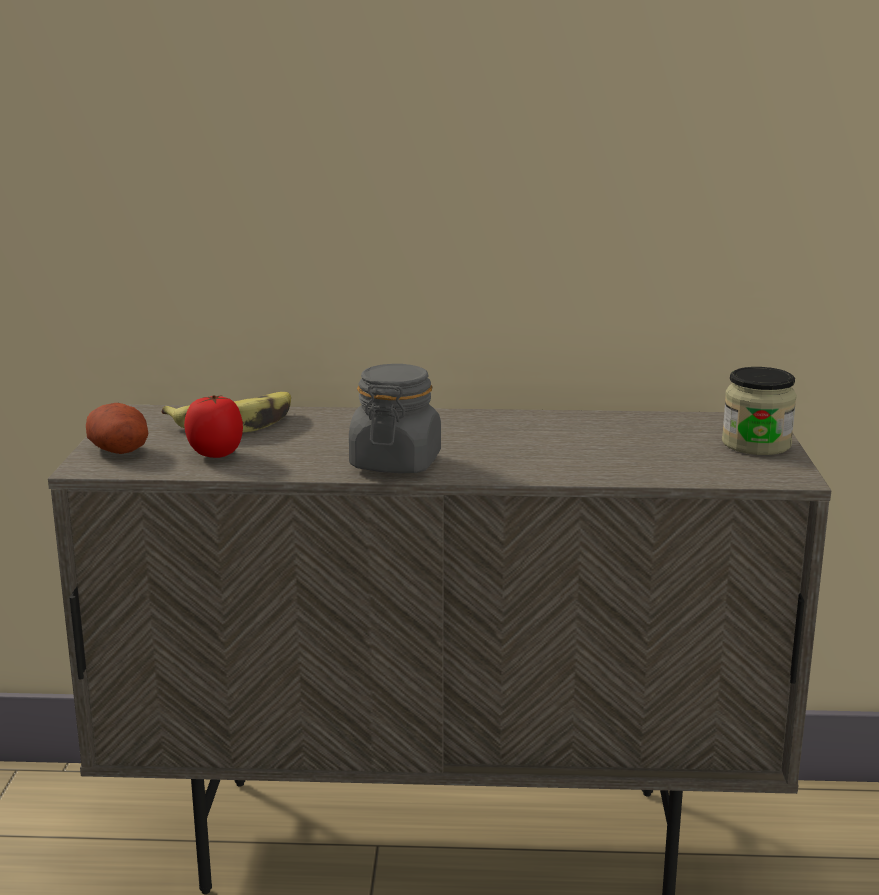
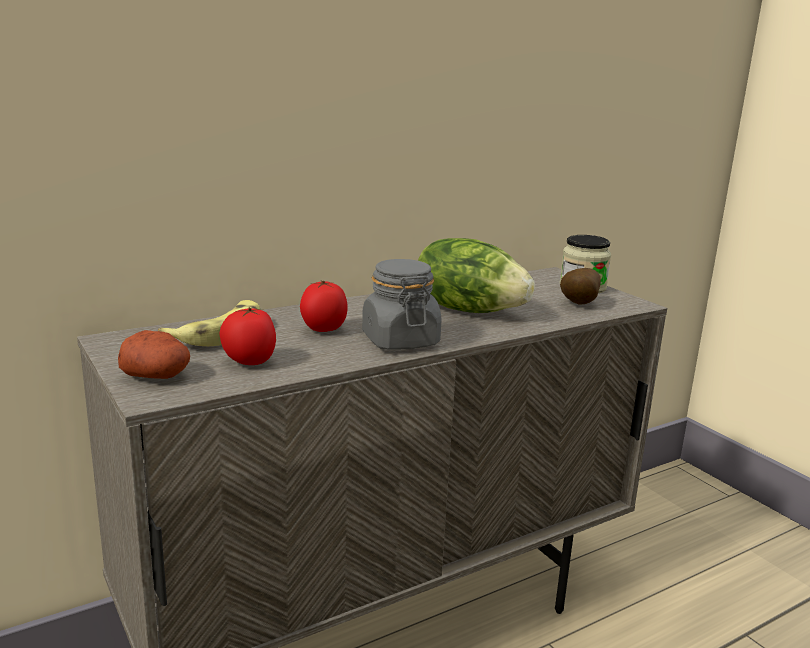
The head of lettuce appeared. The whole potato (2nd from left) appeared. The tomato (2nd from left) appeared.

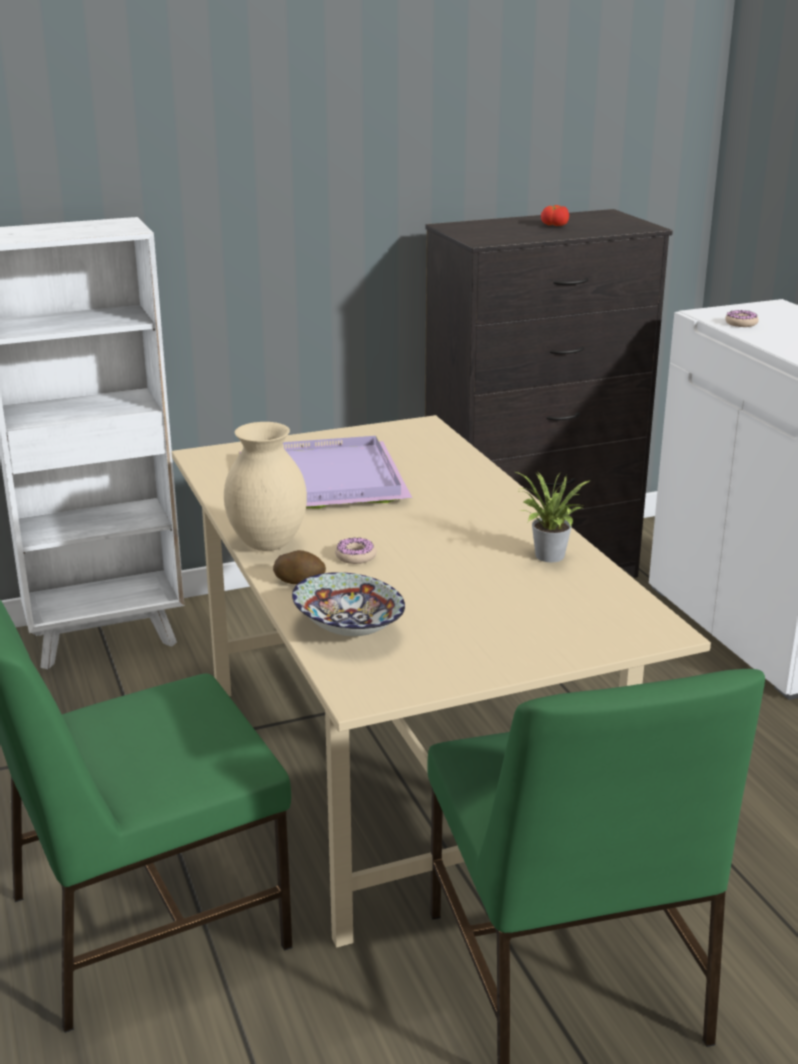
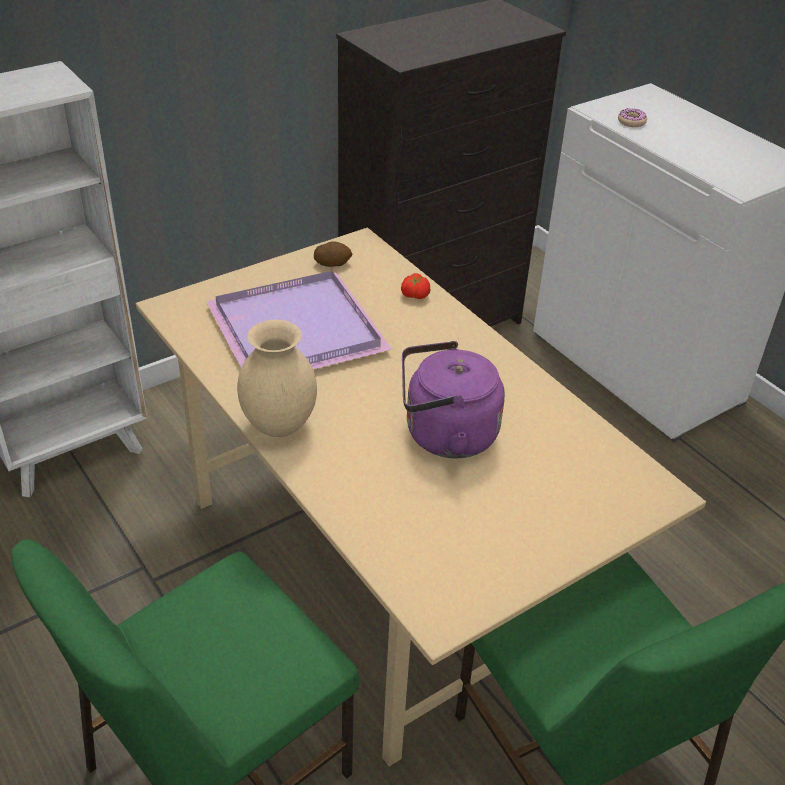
The tomato moved. The houseplant disappeared. The donut (1st from left) disappeared. The whole potato moved. The bowl disappeared. The kettle (purplish) appeared.

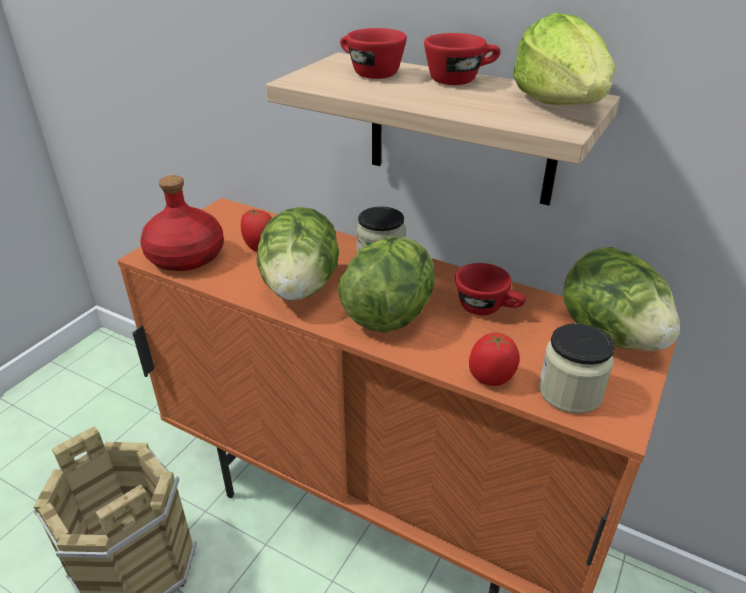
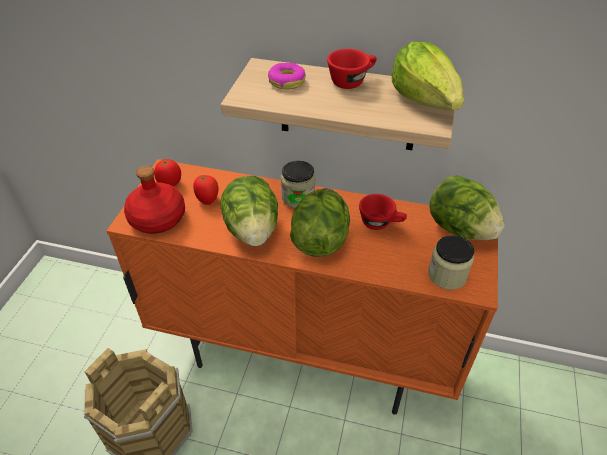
The cup (red) (1st from left) was replaced by the donut. The tomato (2nd from left in the first image) moved.

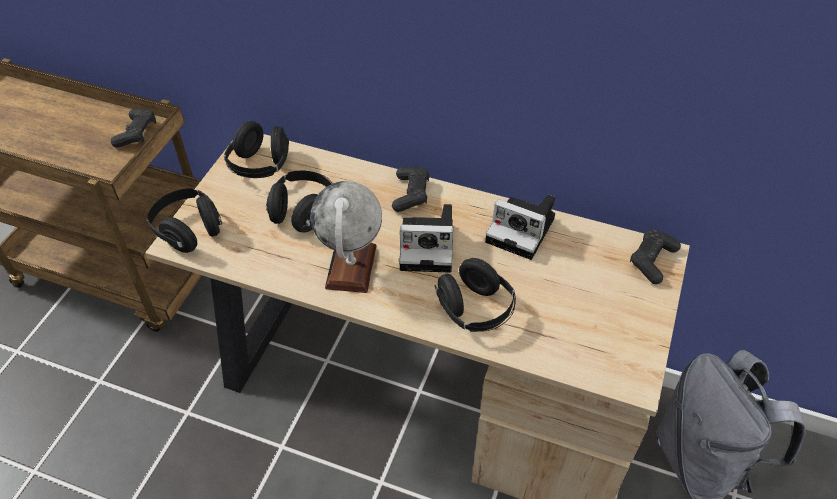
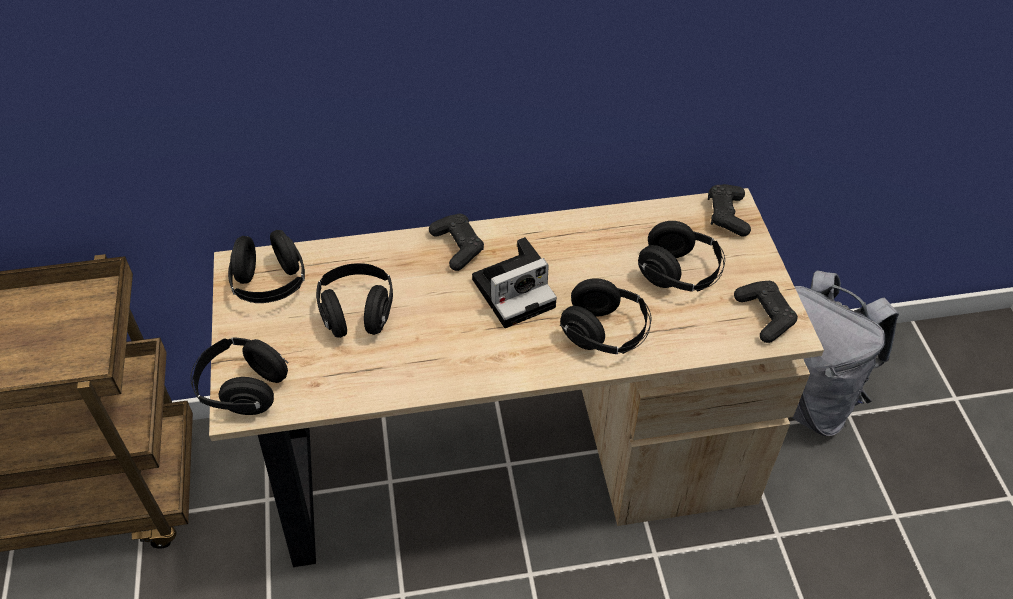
The gamepad (blackish) (1st from left in the first image) moved. The world globe disappeared. The still camera (2nd from left) disappeared. The pair of headphones (blackish) (5th from left) appeared.

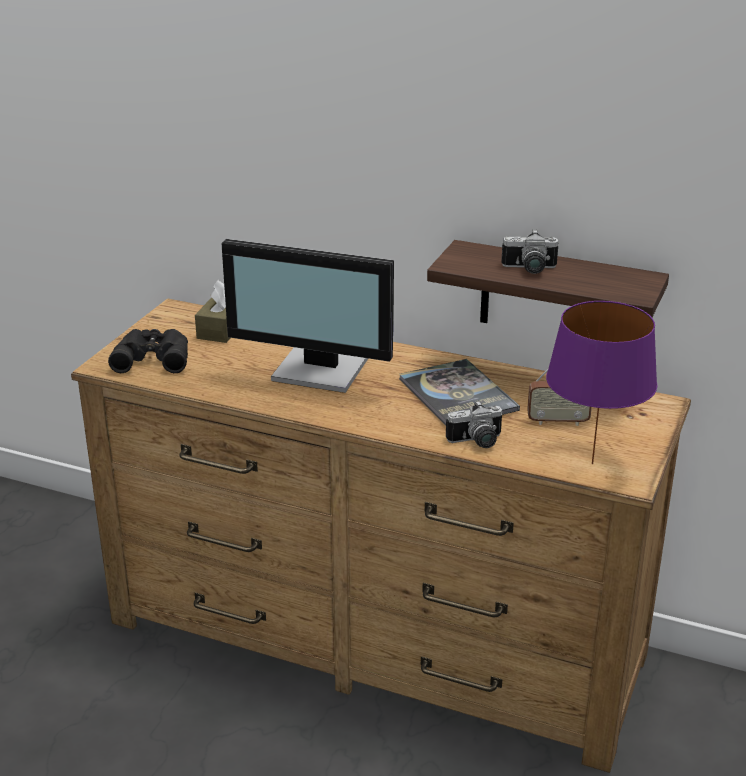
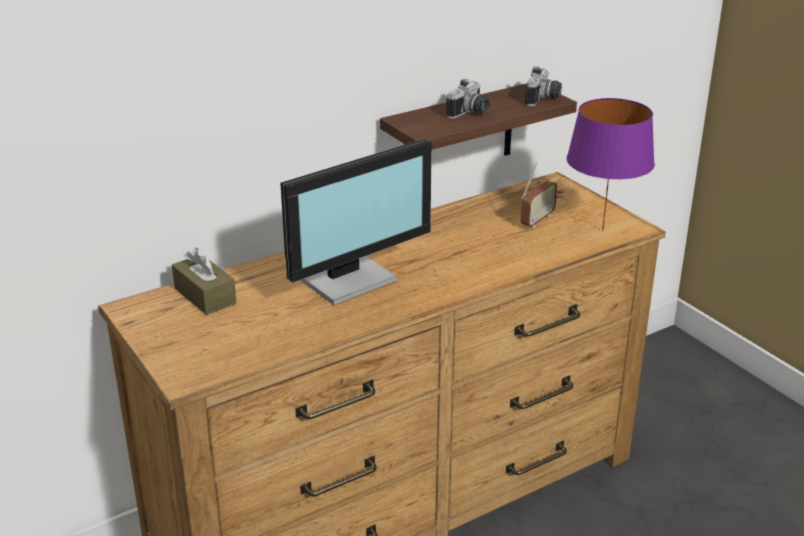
The binoculars (blackish) disappeared. The bound book disappeared. The still camera (1st from left in the first image) moved.

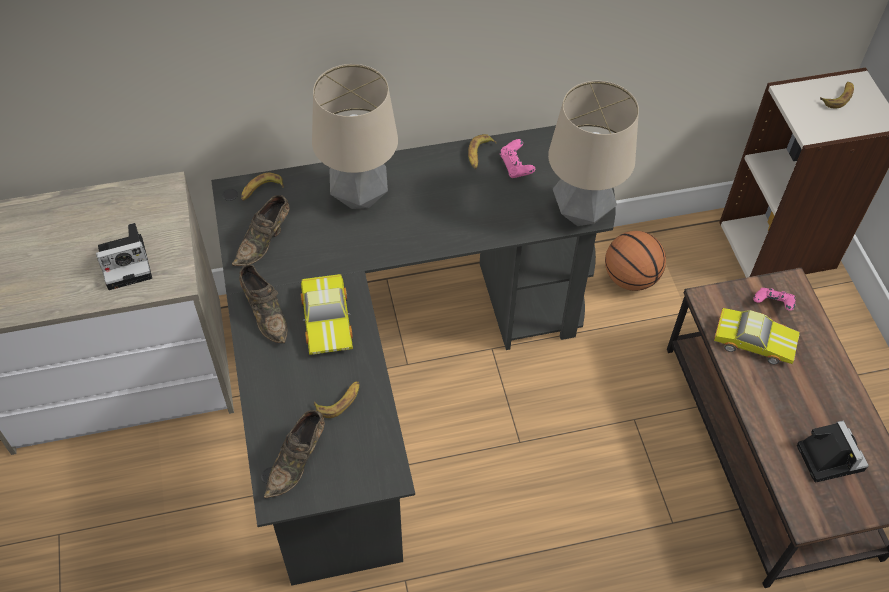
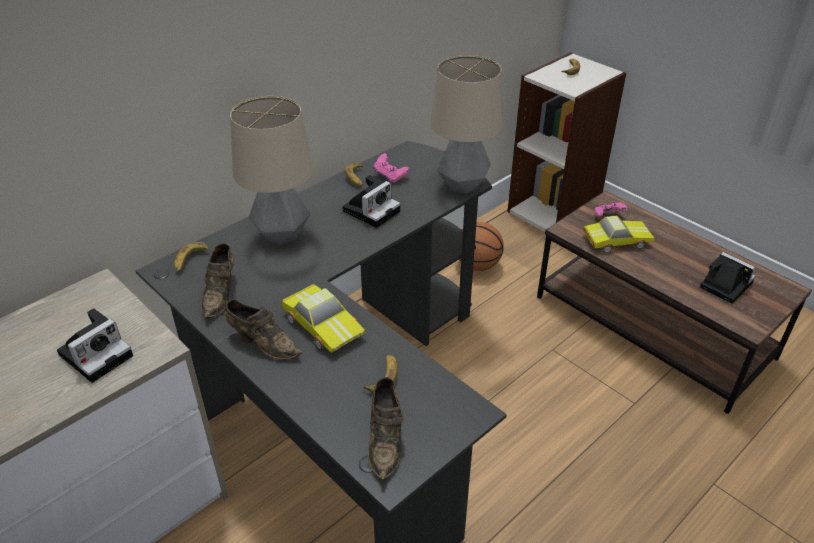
The still camera (2nd from left) appeared.

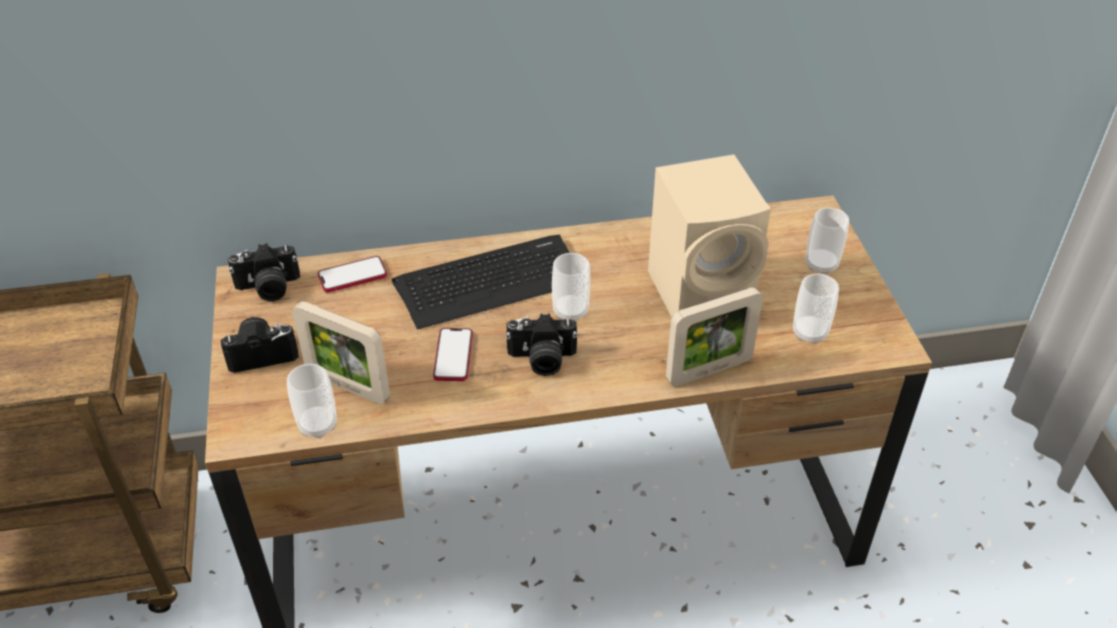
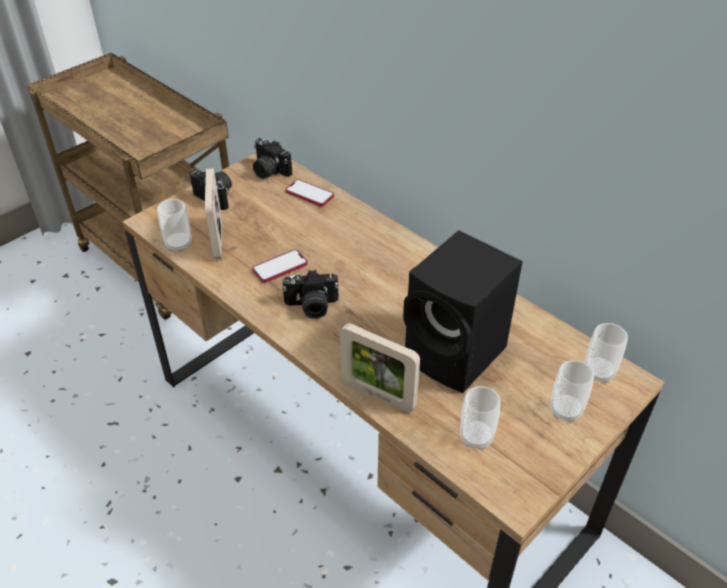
The speaker (beige) became the speaker (blackish). The computer keyboard disappeared. The cup (2nd from left in the first image) moved. The still camera (3rd from left) turned 60 degrees counterclockwise.

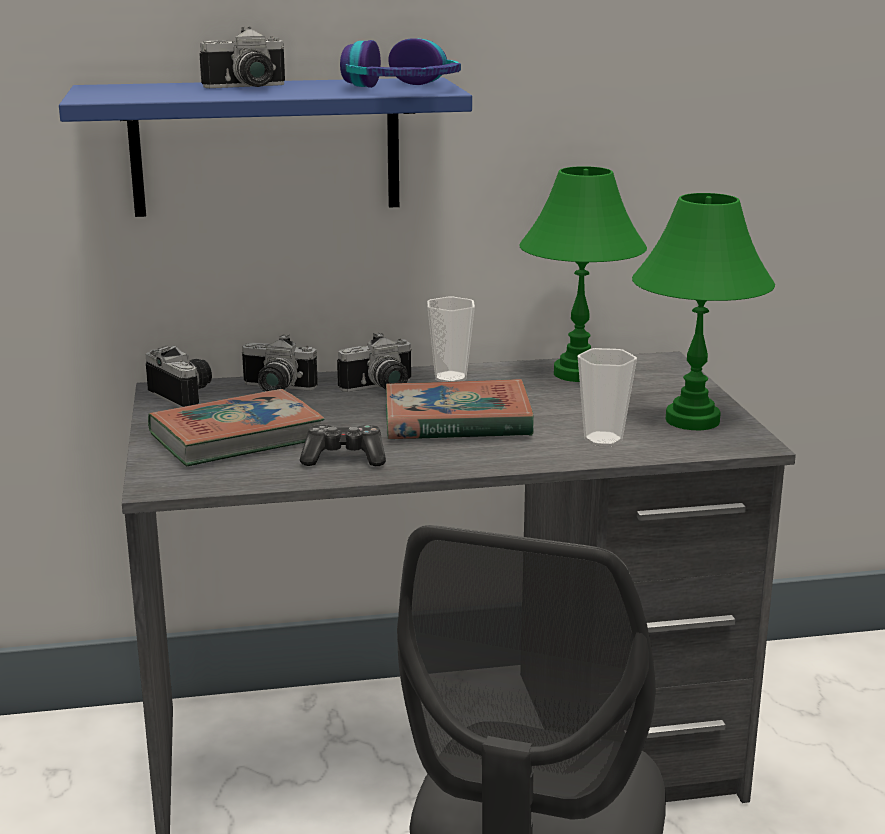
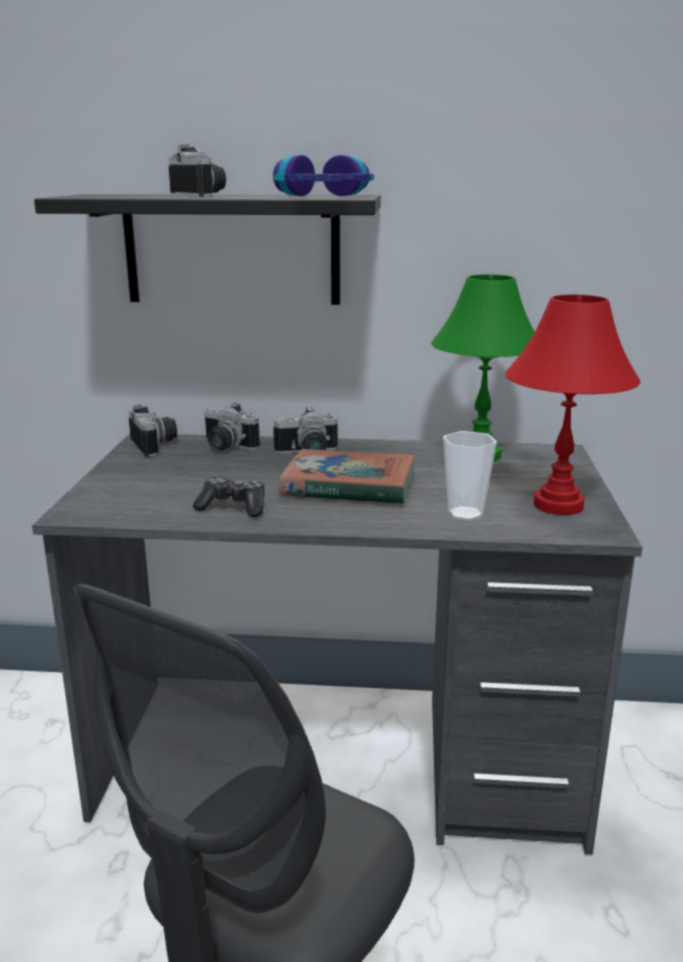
The still camera (2nd from left) turned 120 degrees counterclockwise. The bracket shelf (blue-coloured) became the bracket shelf (blackish). The table lamp (green-coloured) (2nd from left) became the table lamp (red). The cup (1st from left) disappeared. The bound book (1st from left) disappeared.

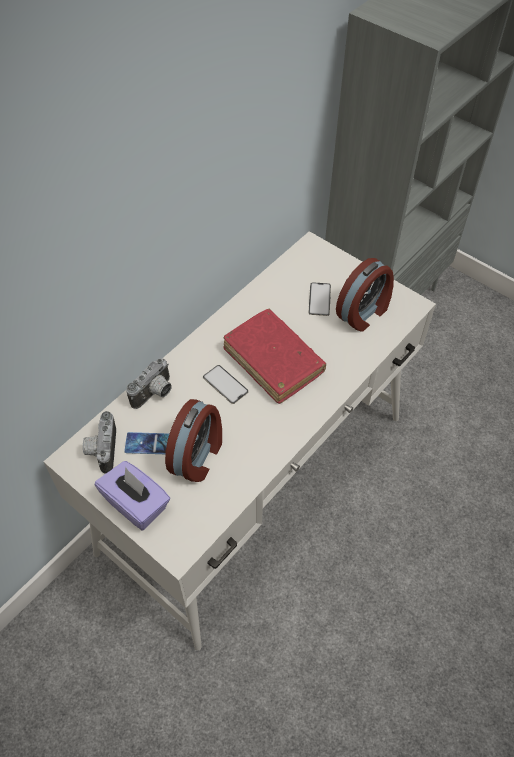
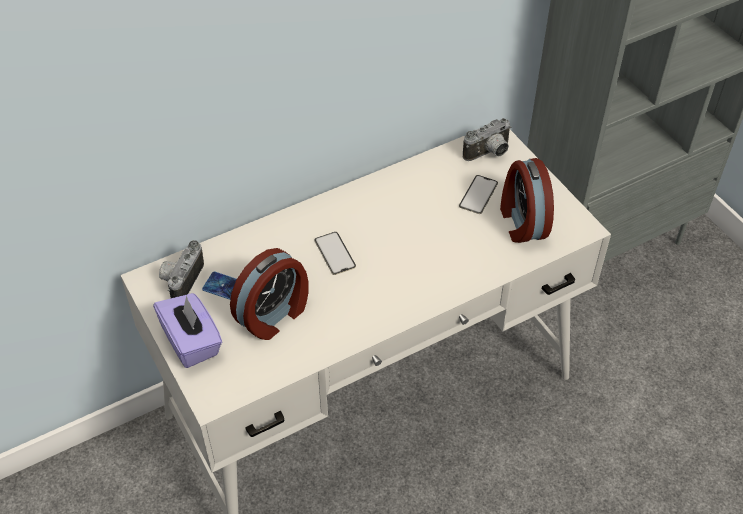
The table clock (2nd from left) turned 105 degrees clockwise. The bound book (red) disappeared. The still camera (2nd from left) moved.

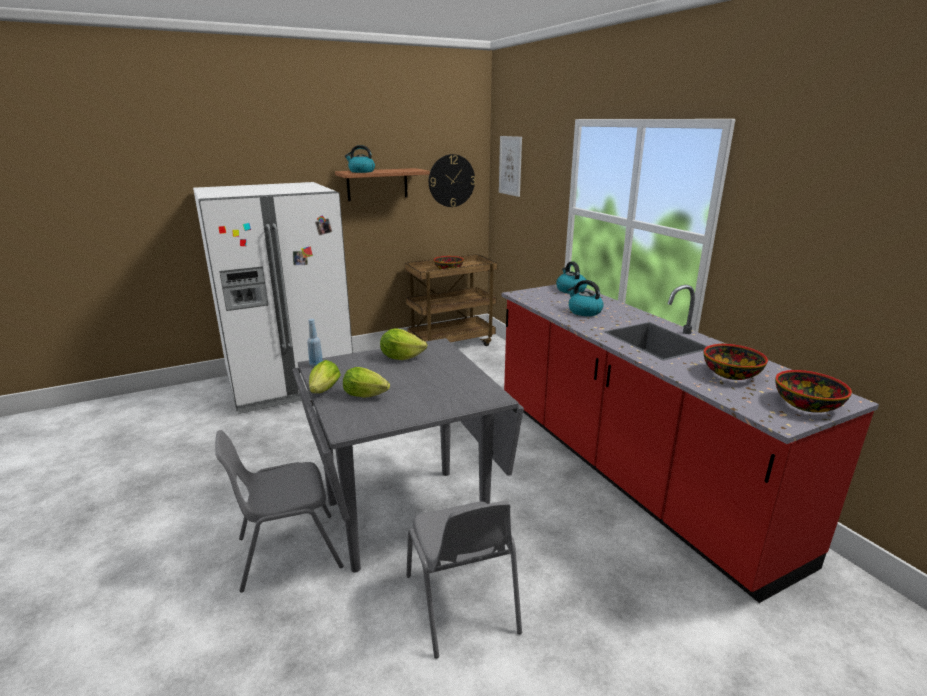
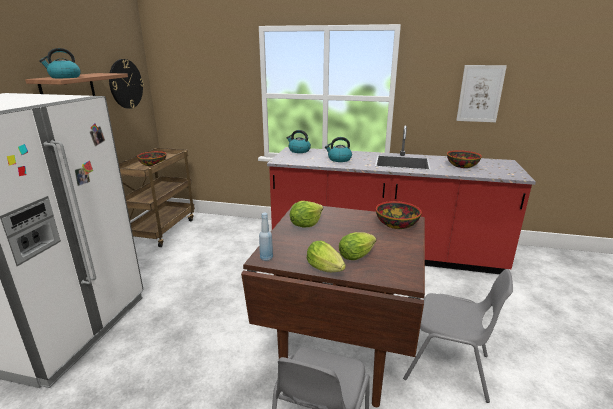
The wall picture moved. The kitchen table (gray) became the kitchen table (brownish). The bowl (3rd from left in the first image) moved.

